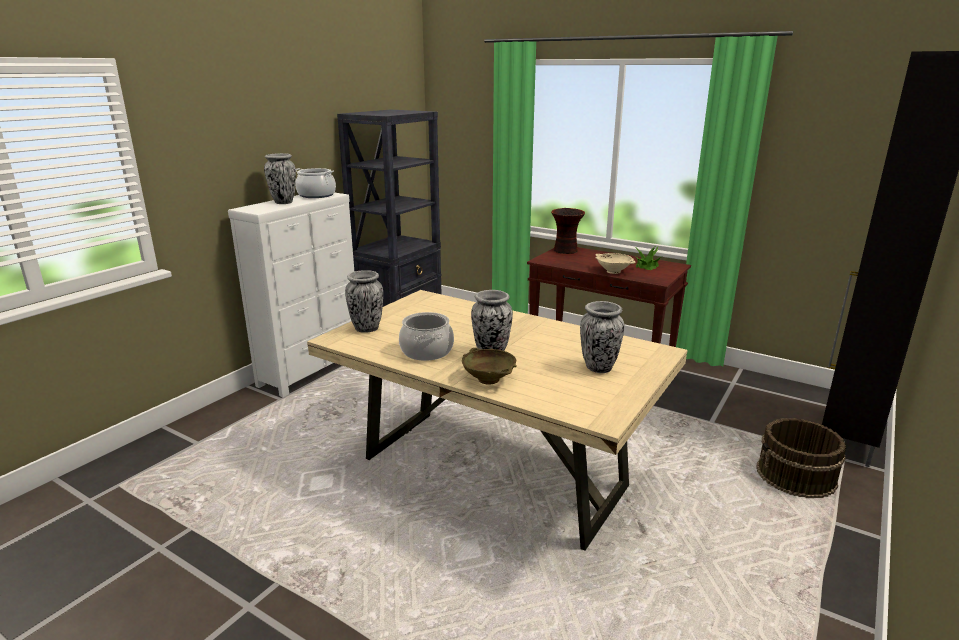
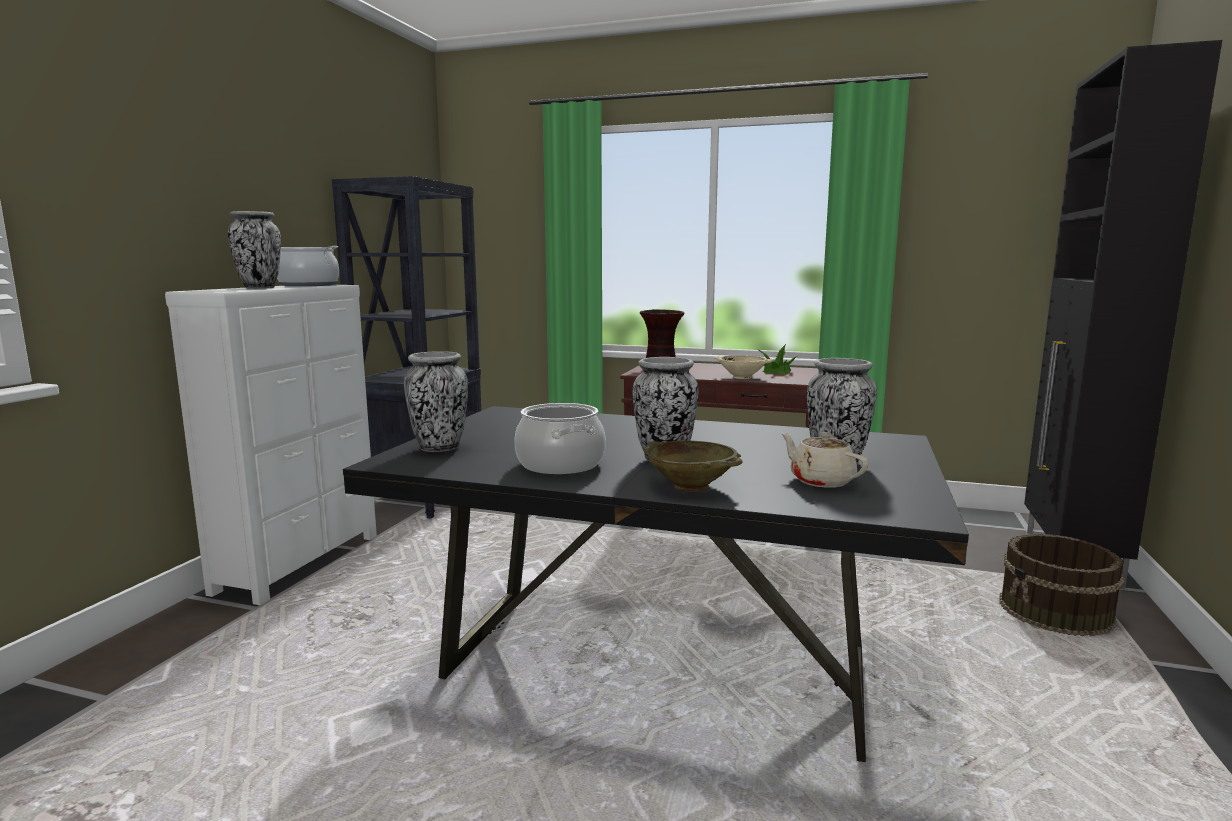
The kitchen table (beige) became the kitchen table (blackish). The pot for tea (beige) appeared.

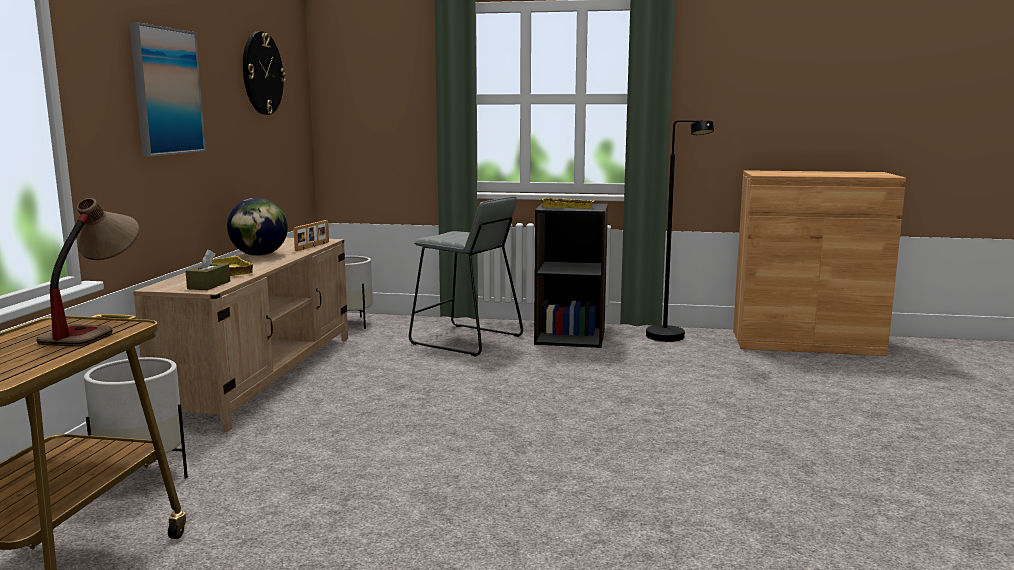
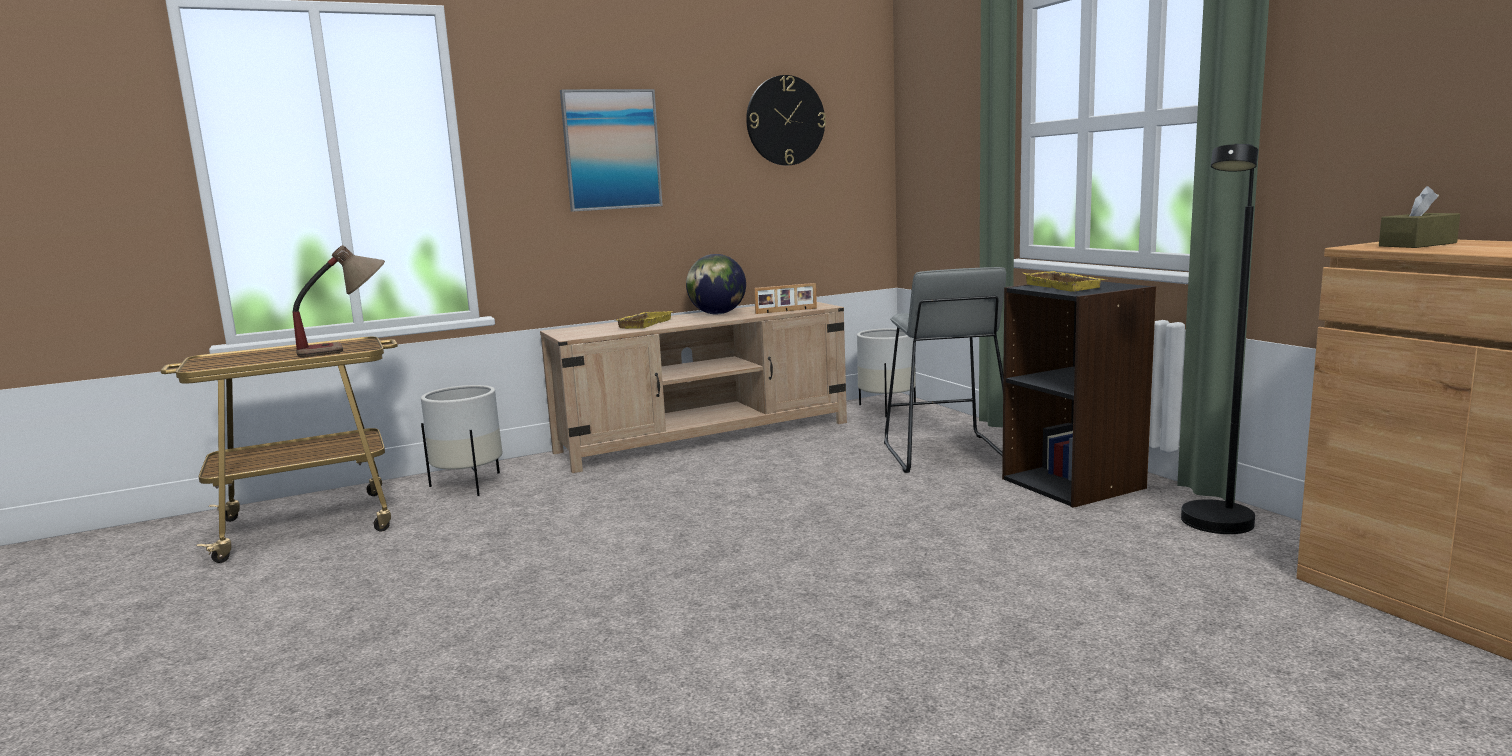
The tissue box (brownish) moved.

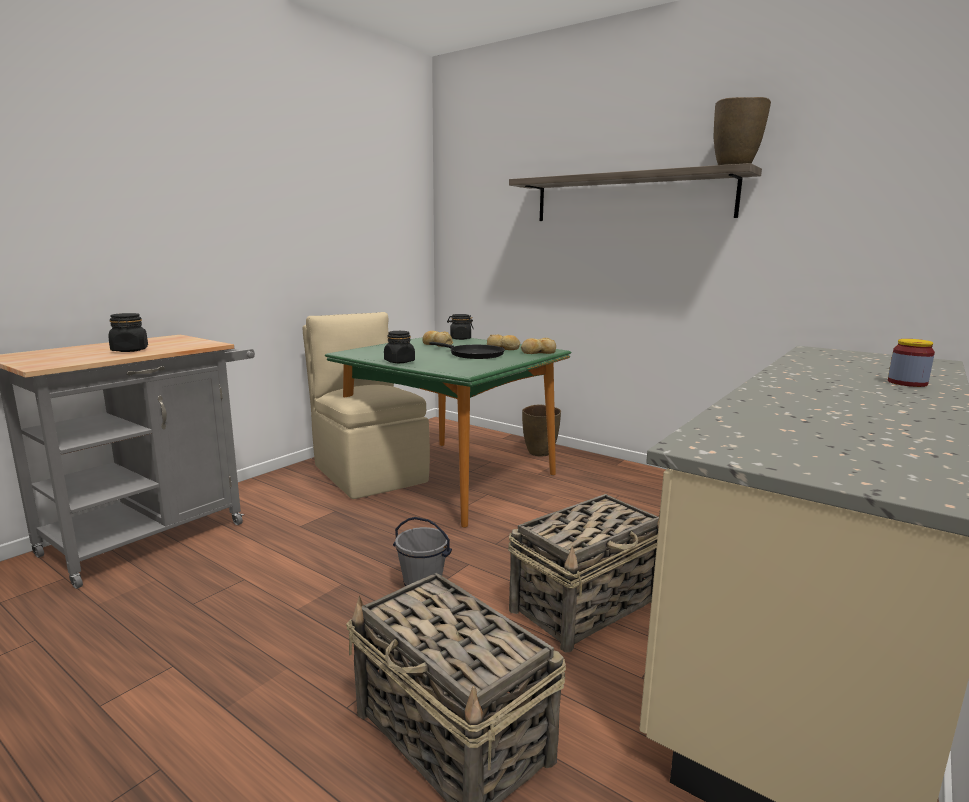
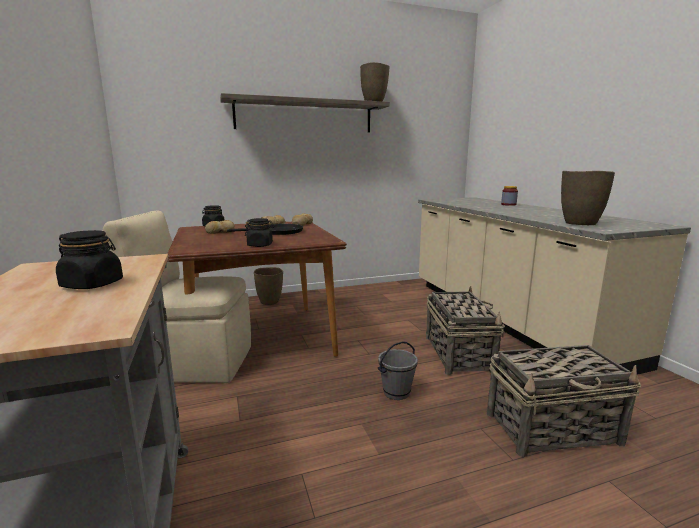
The kitchen table (green-coloured) became the kitchen table (brownish). The vase (brownish) (3rd from left) appeared.

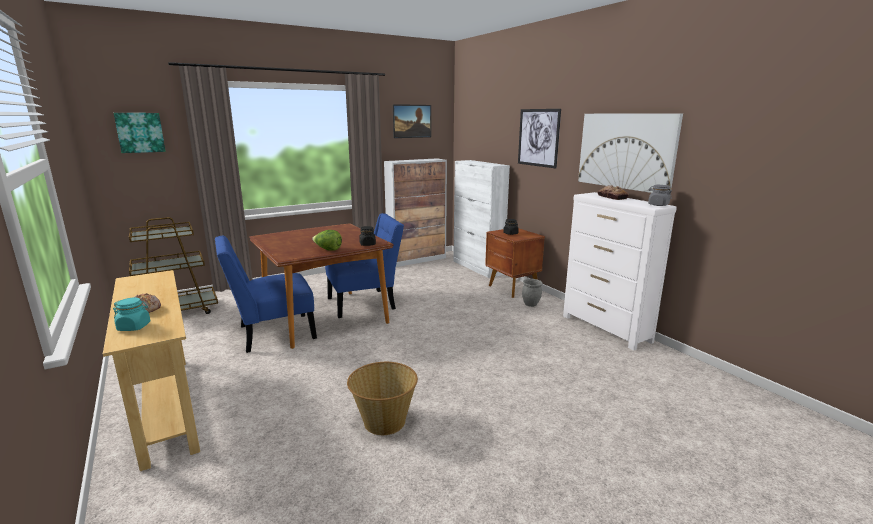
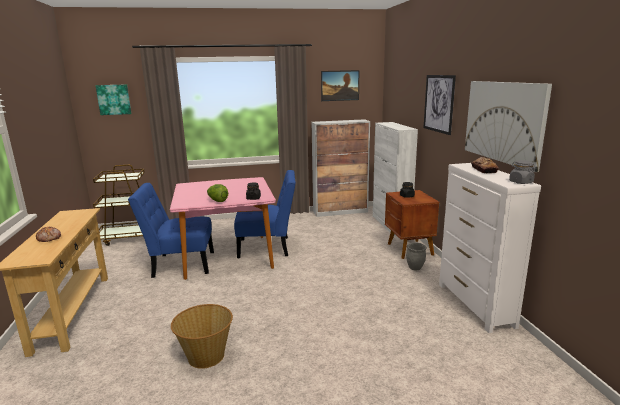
The kitchen table (brownish) became the kitchen table (pink-coloured). The jar (turquoise) disappeared.

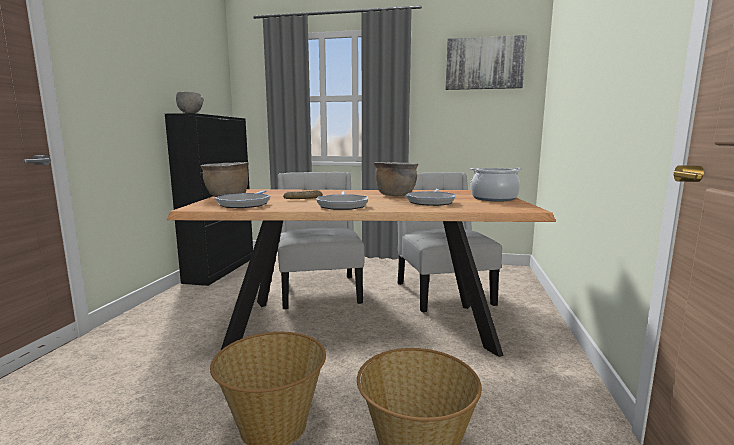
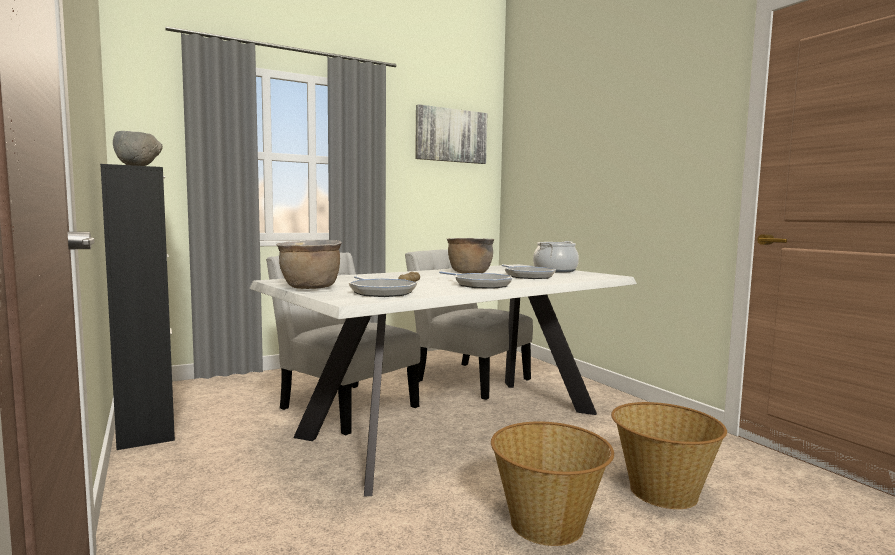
The kitchen table (brownish) became the kitchen table (whitish).

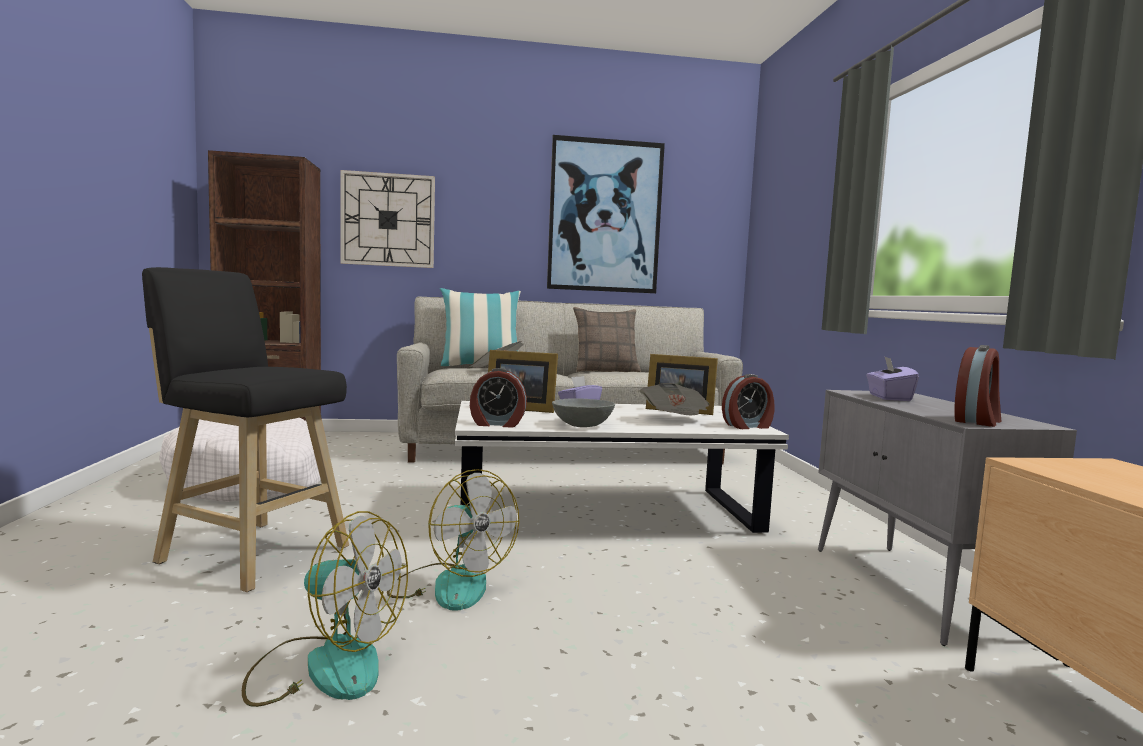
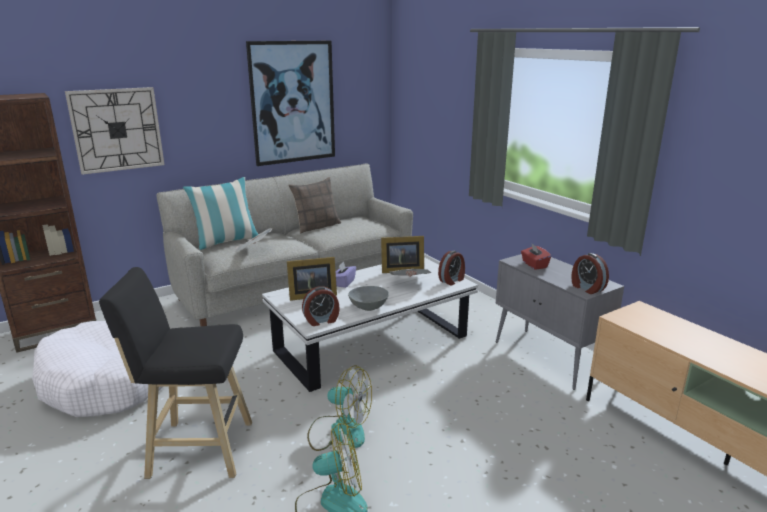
The table clock (3rd from left) turned 135 degrees clockwise. The tissue box (purplish) (2nd from left) became the tissue box (red).

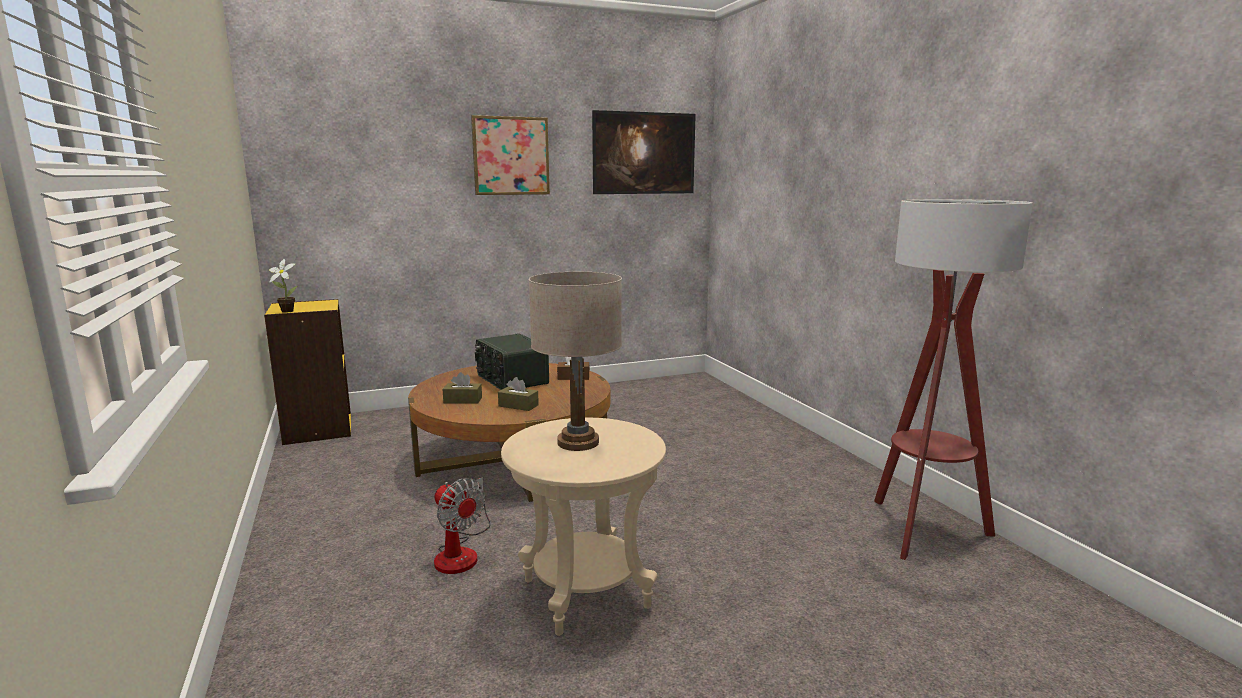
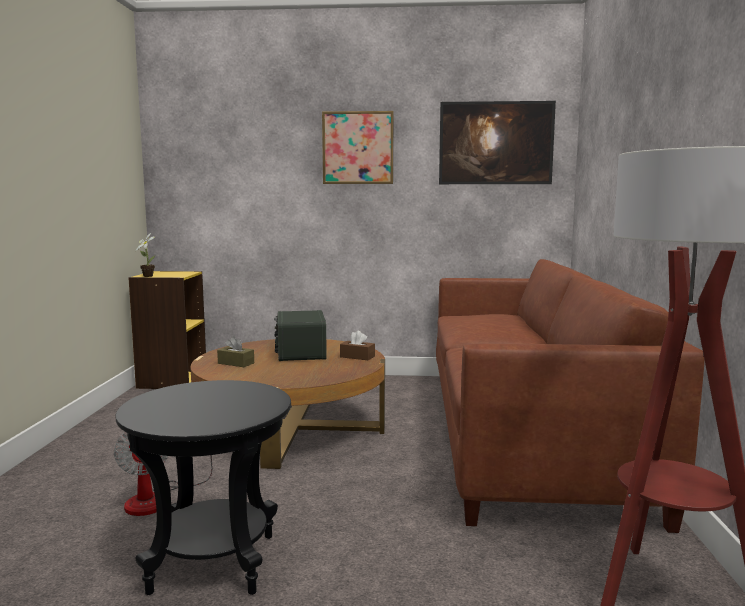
The table lamp (beige) disappeared. The tissue box (brownish) (2nd from left) disappeared. The side table (beige) became the side table (blackish). The sofa (brownish) appeared.

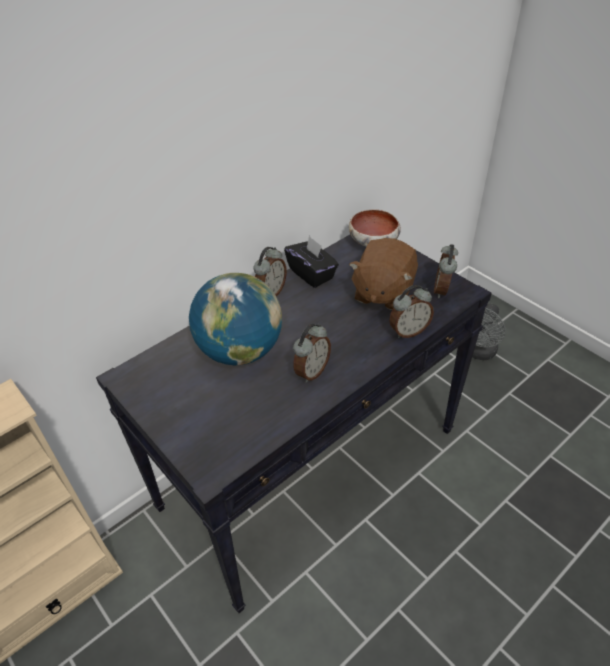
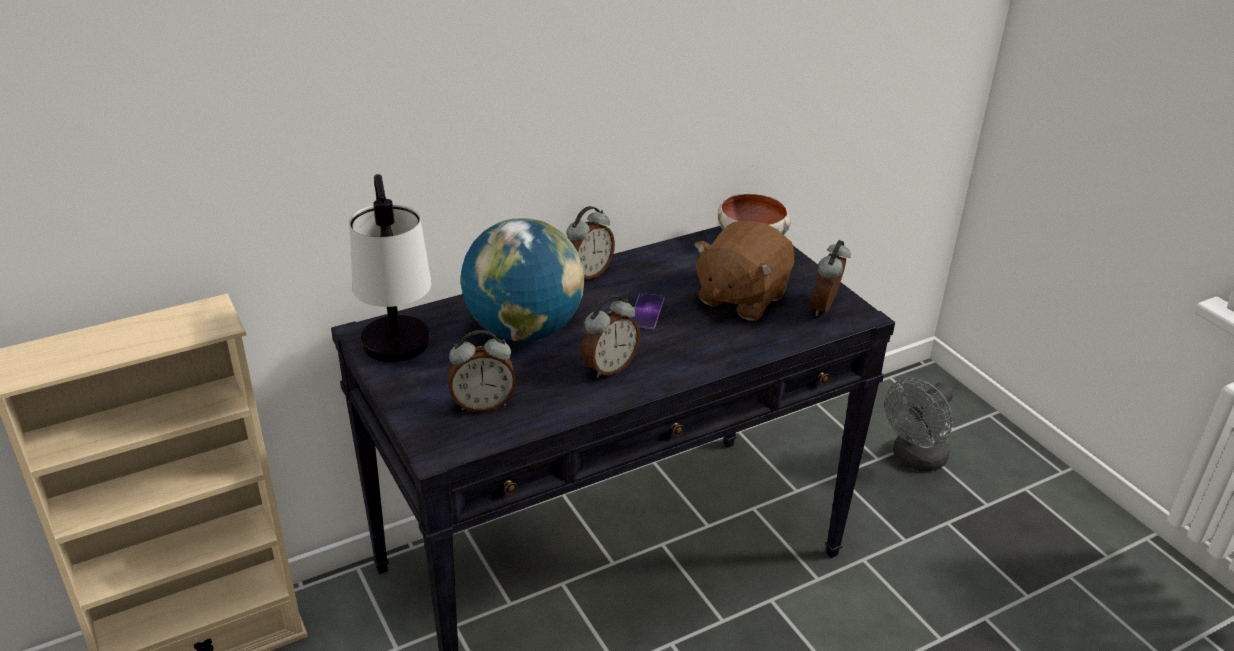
The tissue box (blackish) disappeared. The table clock (3rd from left in the first image) moved. The table lamp appeared. The telephone appeared.

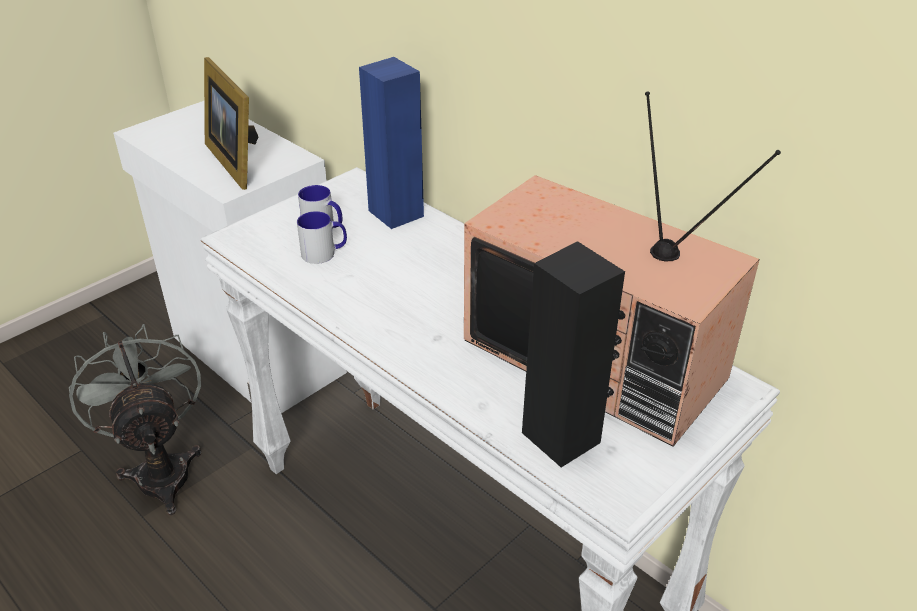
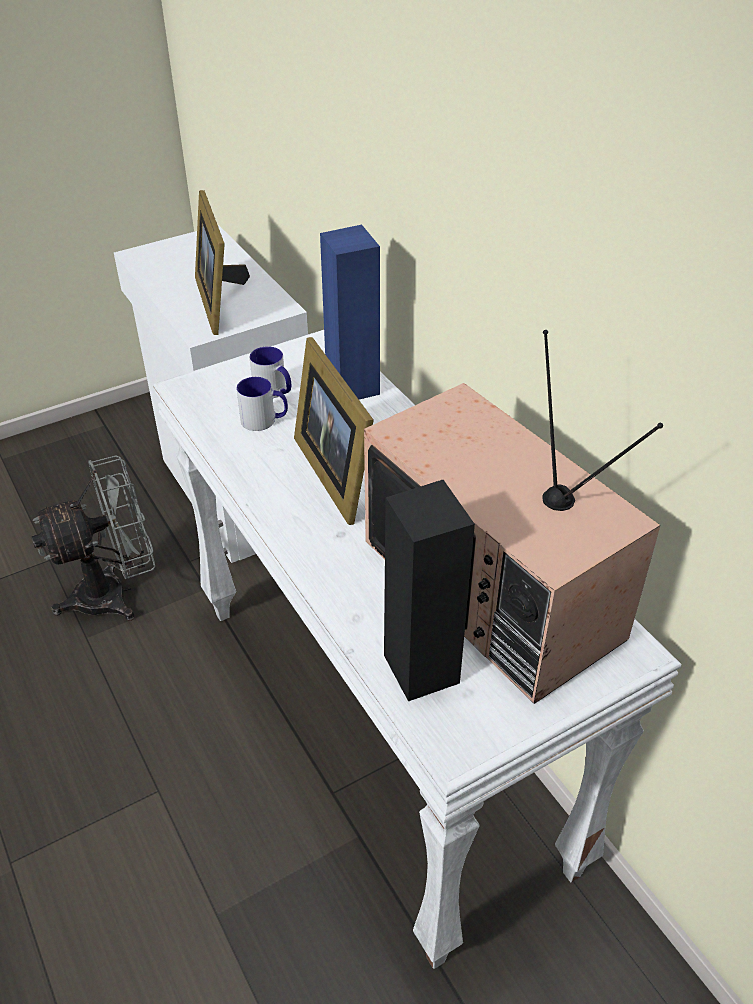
The cooling fan (gray) turned 75 degrees clockwise. The standing frame (2nd from left) appeared.

